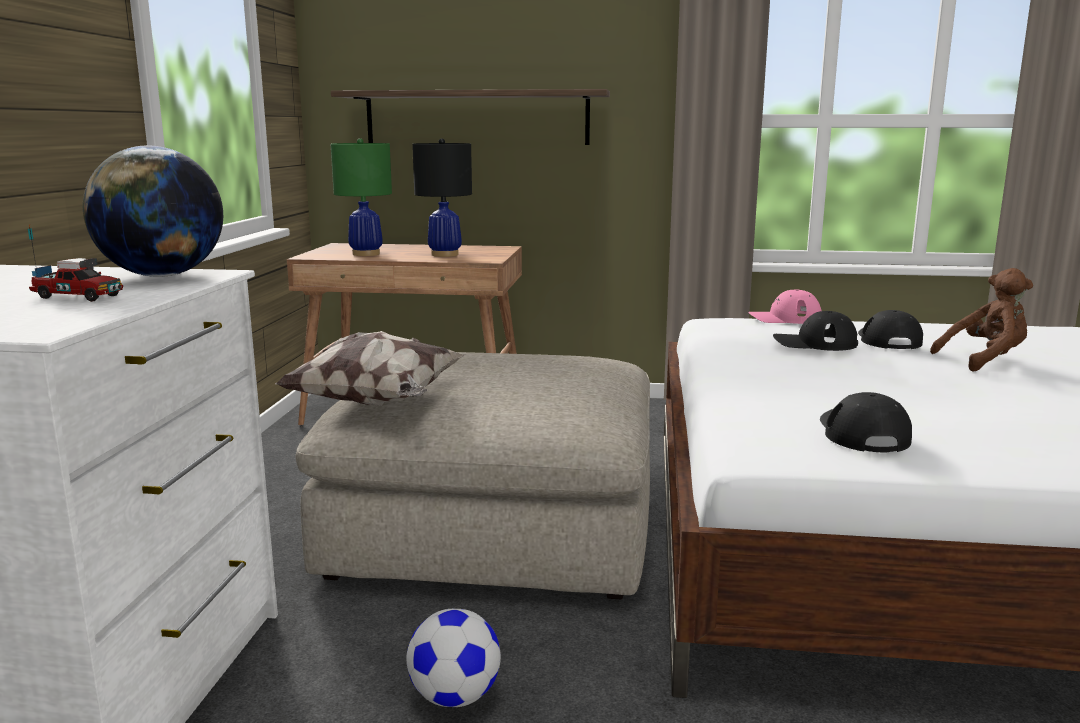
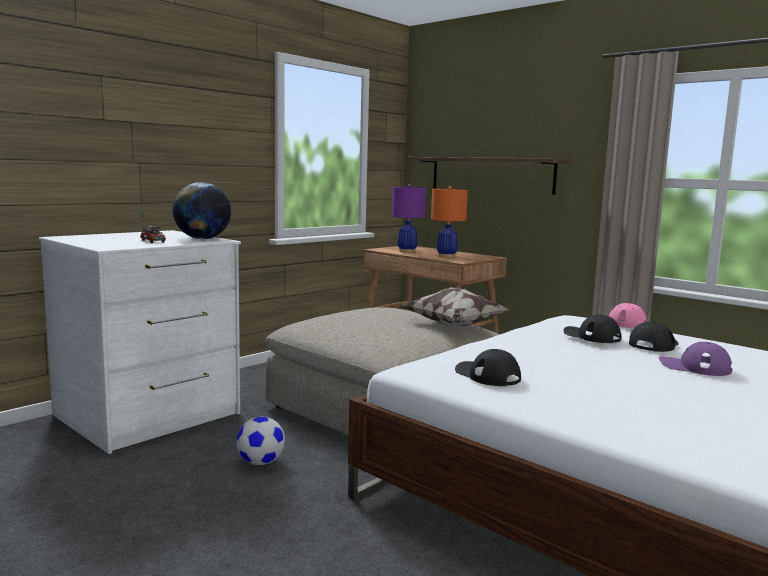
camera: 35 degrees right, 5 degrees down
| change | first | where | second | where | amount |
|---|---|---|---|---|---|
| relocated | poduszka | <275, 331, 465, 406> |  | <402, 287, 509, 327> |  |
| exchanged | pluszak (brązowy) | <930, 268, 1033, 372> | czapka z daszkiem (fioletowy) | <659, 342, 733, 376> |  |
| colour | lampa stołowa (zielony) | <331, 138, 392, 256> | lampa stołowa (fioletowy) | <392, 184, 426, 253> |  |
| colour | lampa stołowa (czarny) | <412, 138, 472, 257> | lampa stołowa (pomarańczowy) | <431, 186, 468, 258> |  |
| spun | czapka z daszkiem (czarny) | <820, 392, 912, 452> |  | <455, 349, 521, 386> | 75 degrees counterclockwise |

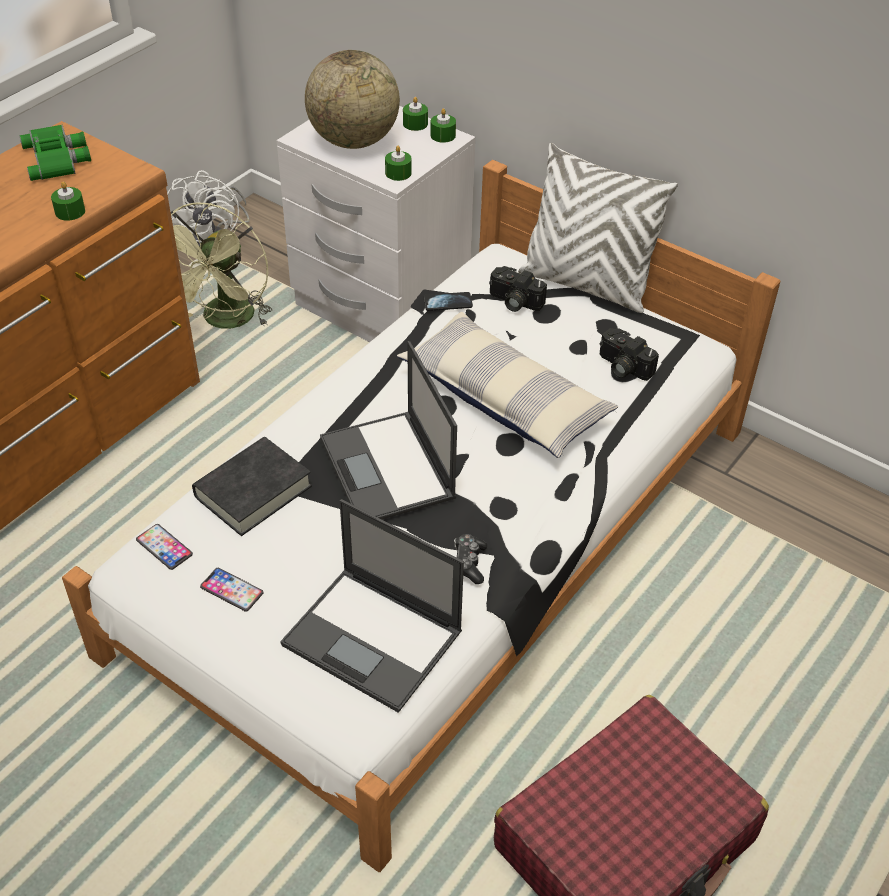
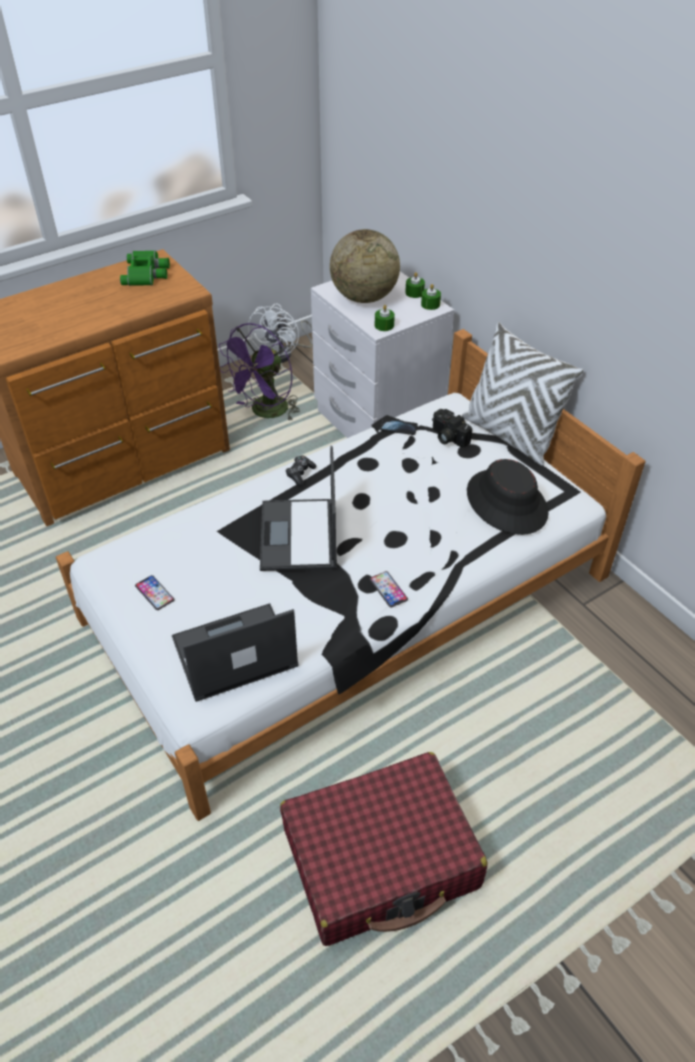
camera: 20 degrees right, 0 degrees up
| change | first | where | second | where | amount |
|---|---|---|---|---|---|
| missing | świeca (zielony) | <51, 181, 85, 221> |  |  |  |
| missing | książka (czarny) | <192, 437, 312, 536> |  |  |  |
| missing | poduszka | <397, 312, 618, 458> |  |  |  |
| relocated | telefon | <136, 524, 193, 570> |  | <370, 571, 408, 607> |  |
| relocated | pad do gier | <454, 534, 487, 584> |  | <286, 455, 317, 486> |  |
| exchanged | aparat fotograficzny | <600, 328, 659, 381> | kapelusz (czarny) | <467, 459, 549, 535> |  |
| colour | wentylator (zielony) | <171, 202, 272, 329> | wentylator (fioletowy) | <219, 323, 300, 422> |  |
| spun | laptop | <280, 499, 464, 713> |  | <172, 603, 299, 702> | 105 degrees clockwise |

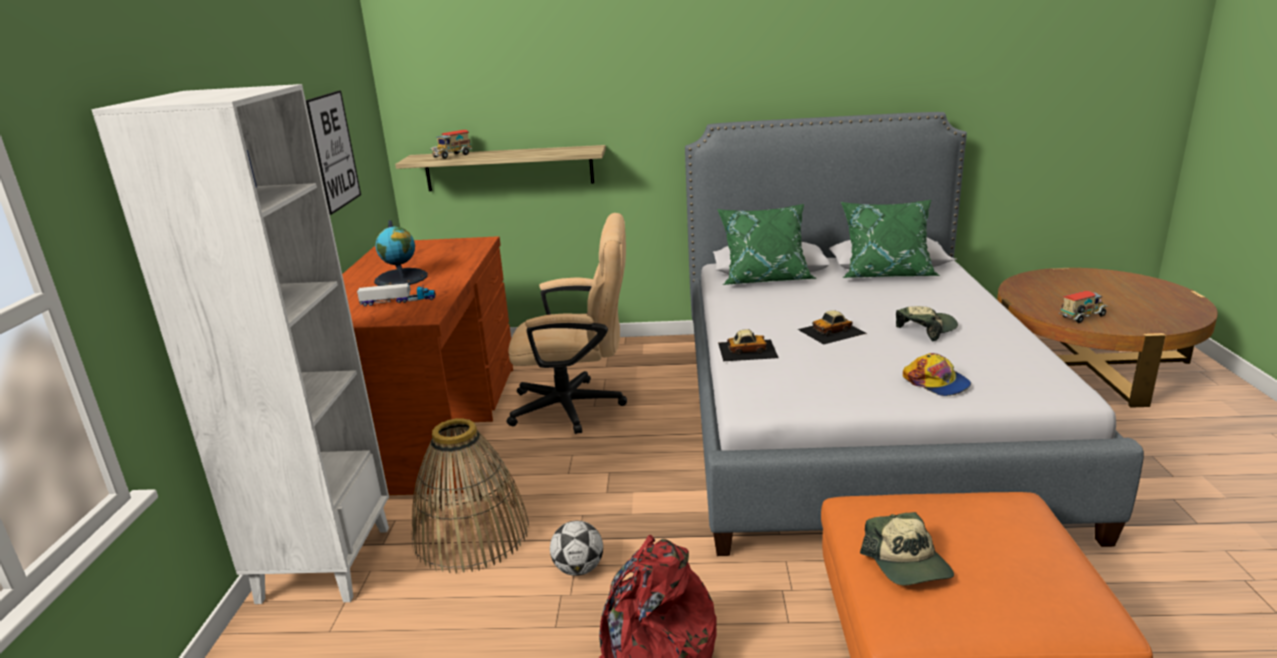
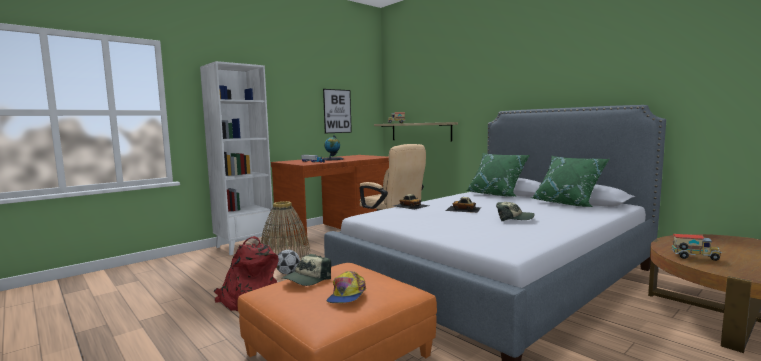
camera: 45 degrees right, 15 degrees down
| change | first | where | second | where | amount |
|---|---|---|---|---|---|
| relocated | czapka z daszkiem | <903, 353, 971, 396> |  | <326, 271, 366, 303> |  |

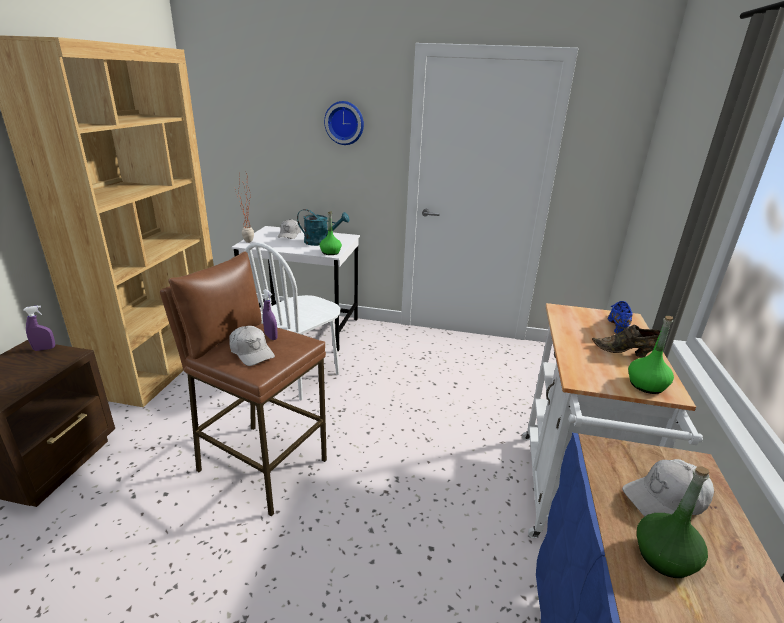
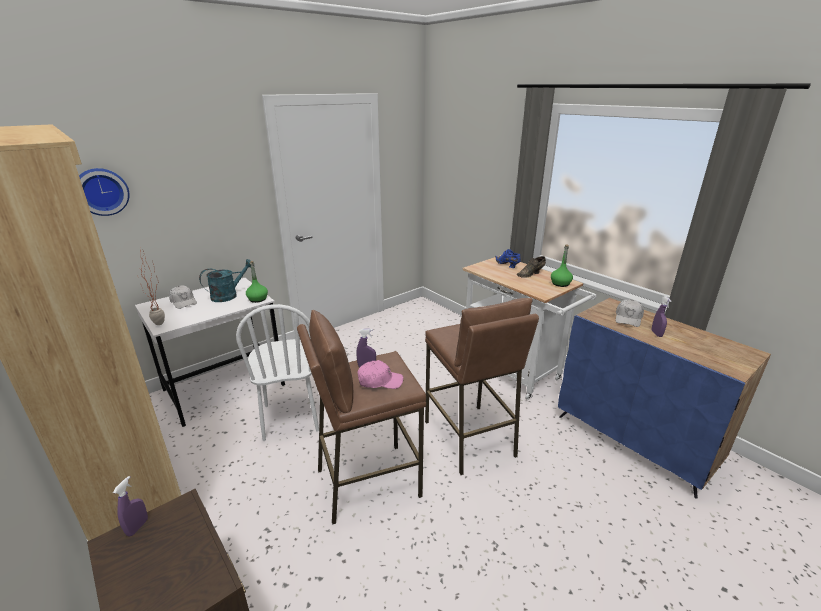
camera: 50 degrees left, 0 degrees up
| change | first | where | second | where | amount |
|---|---|---|---|---|---|
| appeared |  |  | stołek (brązowy) | <425, 298, 539, 475> |  |
| relocated | zegar ścienny | <324, 101, 364, 145> |  | <79, 168, 130, 216> |  |
| exchanged | butelka (zielony) | <637, 466, 709, 578> | spryskiwacz (fioletowy) | <651, 296, 671, 337> |  |
| colour | czapka z daszkiem (biały) | <229, 326, 275, 366> | czapka z daszkiem (różowy) | <358, 360, 403, 389> |  |

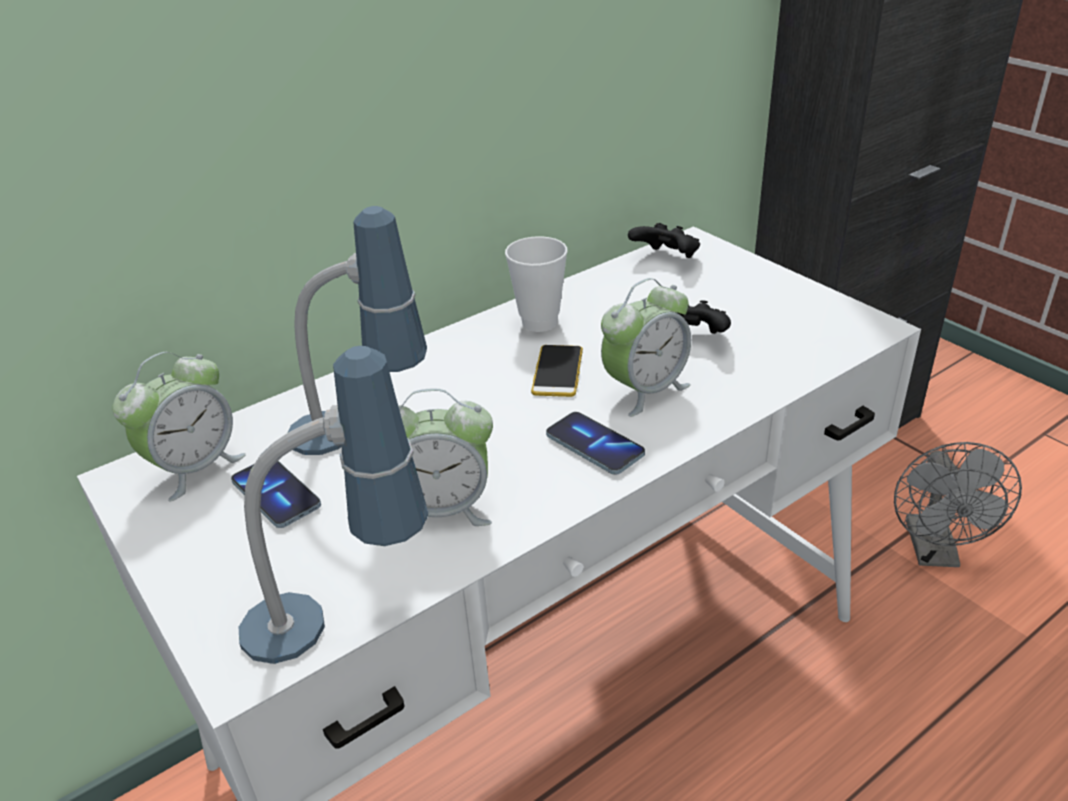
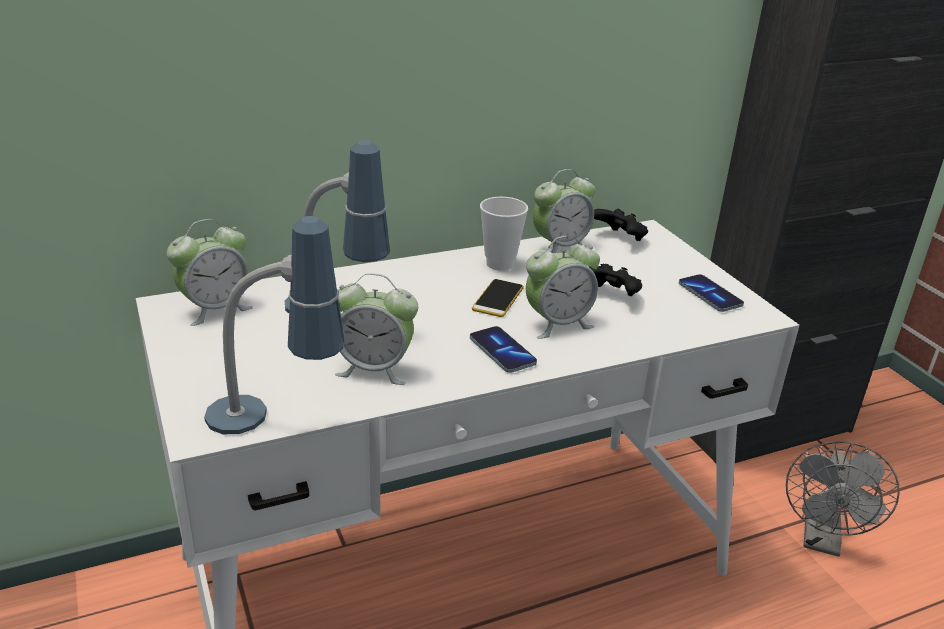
camera: 10 degrees right, 5 degrees down
| change | first | where | second | where | amount |
|---|---|---|---|---|---|
| appeared |  |  | budzik | <533, 169, 595, 254> |  |
| relocated | telefon | <231, 461, 321, 528> |  | <679, 274, 744, 312> |  |

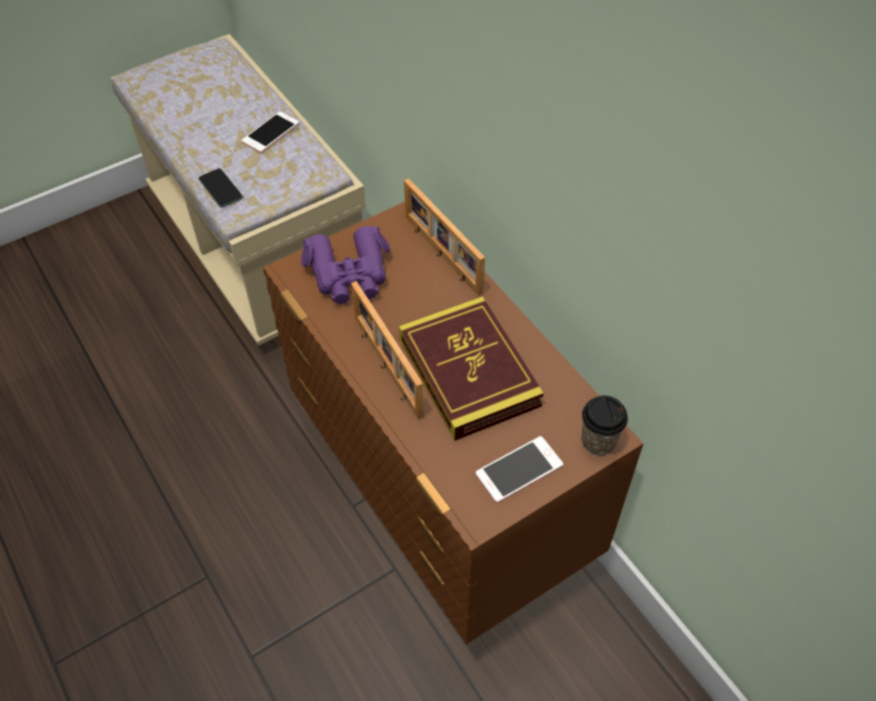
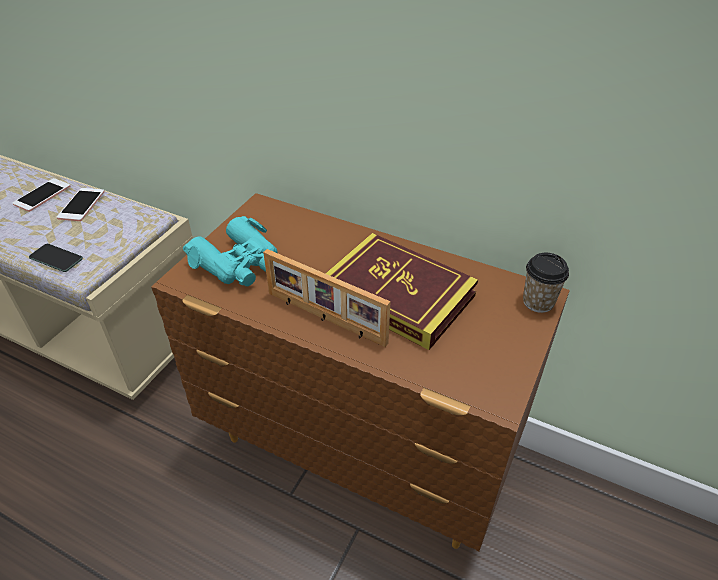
camera: 30 degrees left, 10 degrees down
| change | first | where | second | where | amount |
|---|---|---|---|---|---|
| missing | ramka na zdjęcie | <404, 178, 485, 296> |  |  |  |
| relocated | telefon | <476, 436, 563, 503> |  | <13, 178, 71, 212> |  |
| colour | lornetka (fioletowy) | <301, 226, 390, 304> | lornetka (turkusowy) | <183, 216, 277, 286> |  |

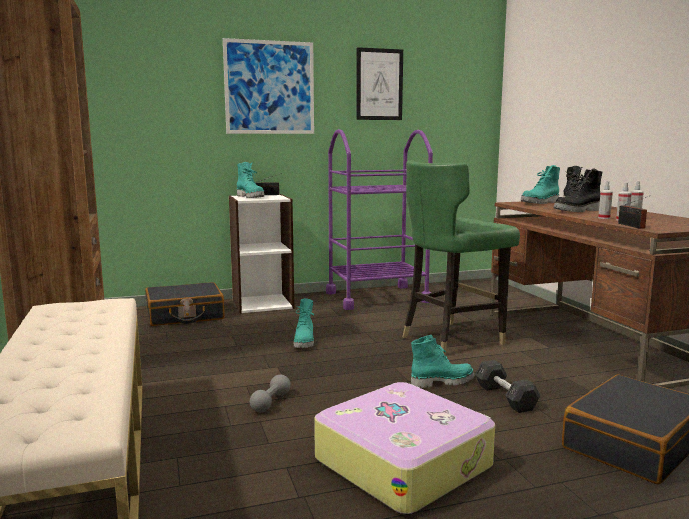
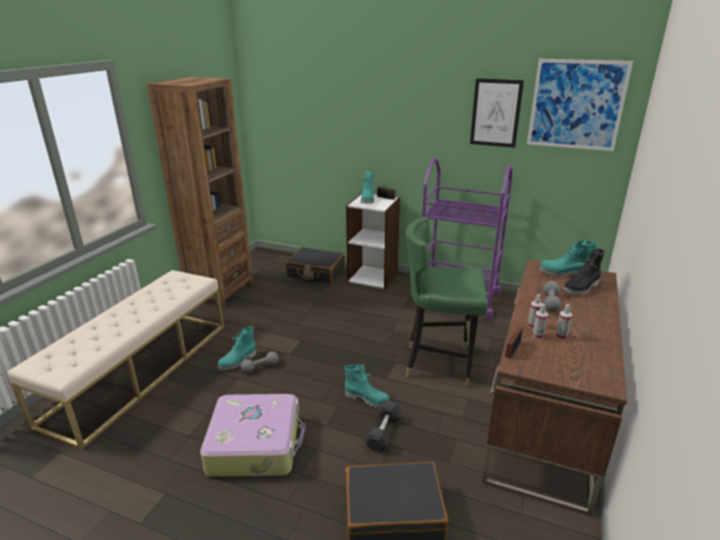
camera: 40 degrees right, 15 degrees up
| change | first | where | second | where | amount |
|---|---|---|---|---|---|
| relocated | obraz | <223, 38, 314, 134> |  | <527, 59, 633, 151> |  |
| relocated | but z cholewką (turkusowy) | <294, 298, 315, 348> |  | <218, 326, 257, 370> |  |
| exchanged | but z cholewką (czarny) | <554, 168, 602, 212> | hantel (szary) | <543, 281, 561, 312> |  |

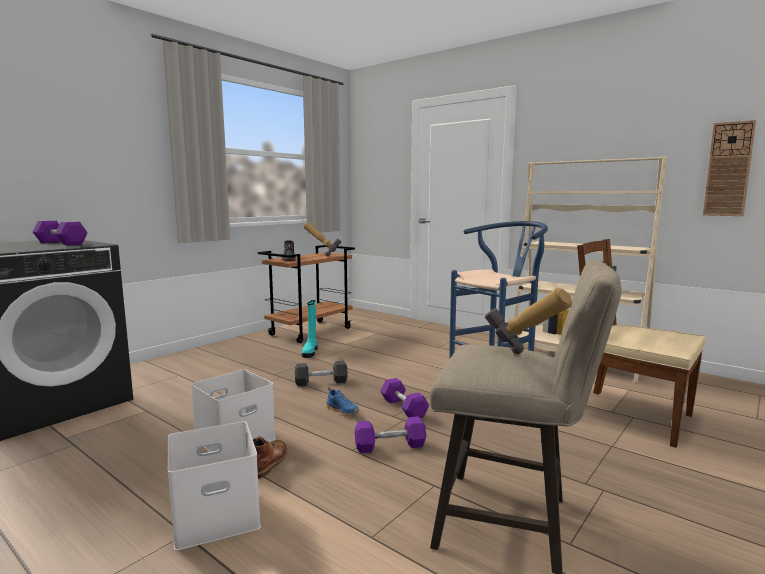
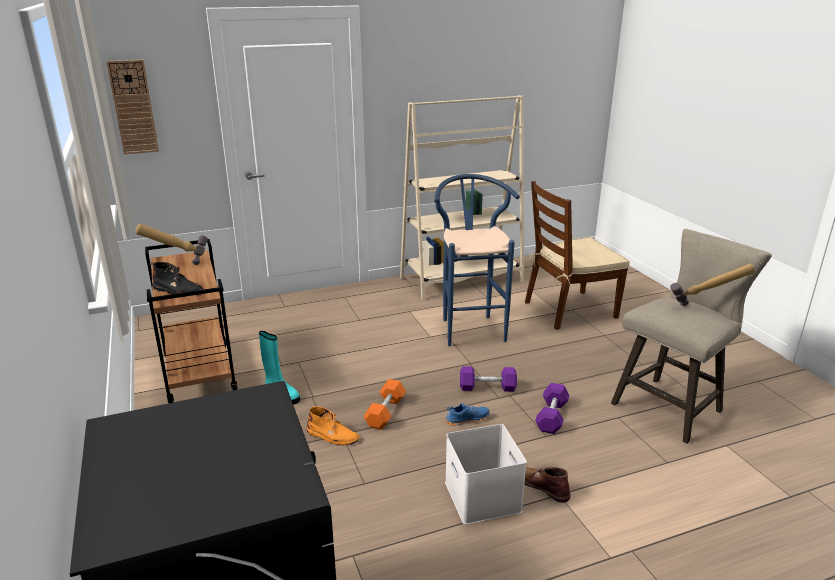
camera: 60 degrees left, 15 degrees up
| change | first | where | second | where | amount |
|---|---|---|---|---|---|
| missing | hantel (fioletowy) | <33, 220, 88, 245> |  |  |  |
| missing | pojemnik do przechowywania (biały) | <168, 421, 261, 551> |  |  |  |
| appeared |  |  | but z cholewką (pomarańczowy) | <307, 406, 360, 445> |  |
| relocated | zegar ścienny | <703, 120, 756, 216> |  | <106, 60, 159, 154> |  |
| colour | hantel (szary) | <295, 361, 348, 386> | hantel (pomarańczowy) | <363, 379, 406, 430> |  |

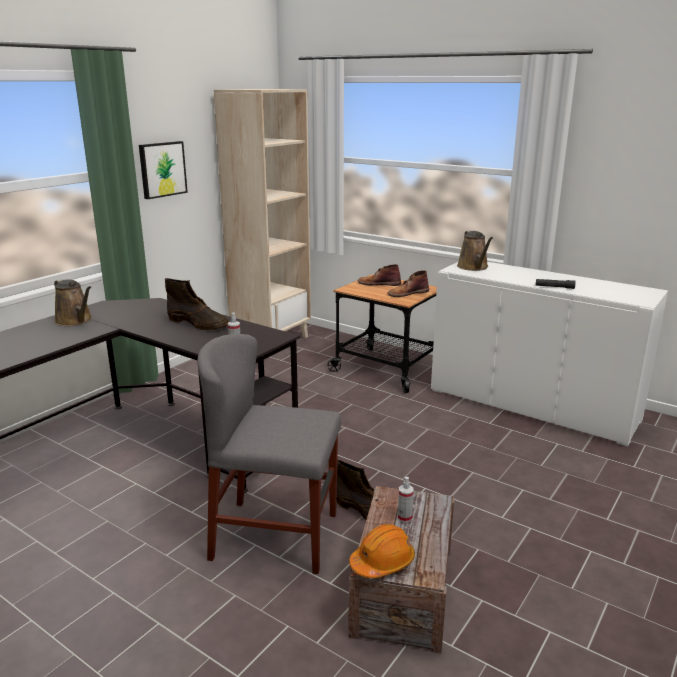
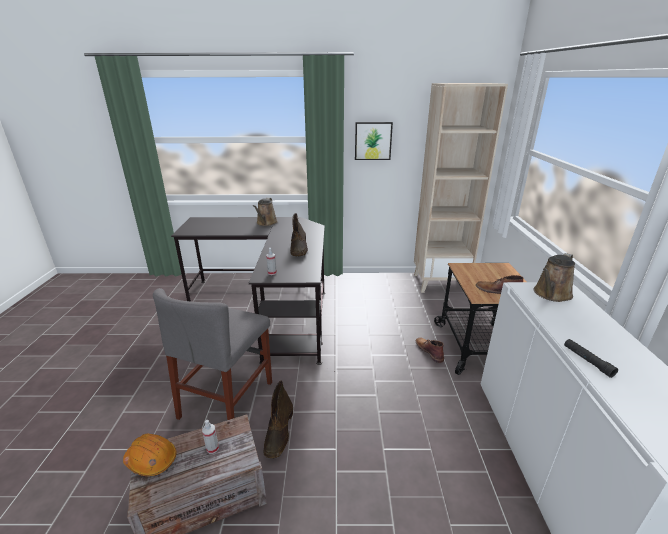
camera: 55 degrees right, 5 degrees up
| change | first | where | second | where | amount |
|---|---|---|---|---|---|
| relocated | but z cholewką (brązowy) | <358, 264, 401, 286> |  | <416, 337, 444, 363> |  |
| spun | krzesło (szary) | <197, 334, 341, 574> |  | <153, 288, 272, 420> | 135 degrees counterclockwise |

